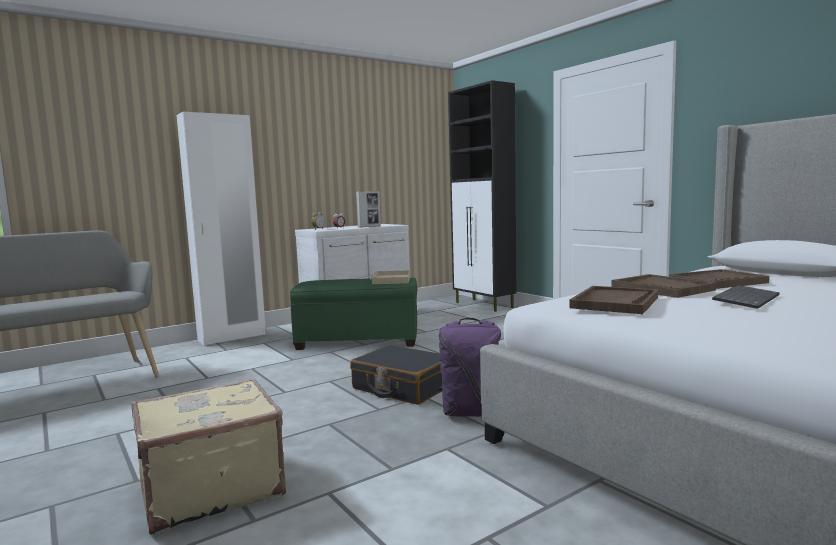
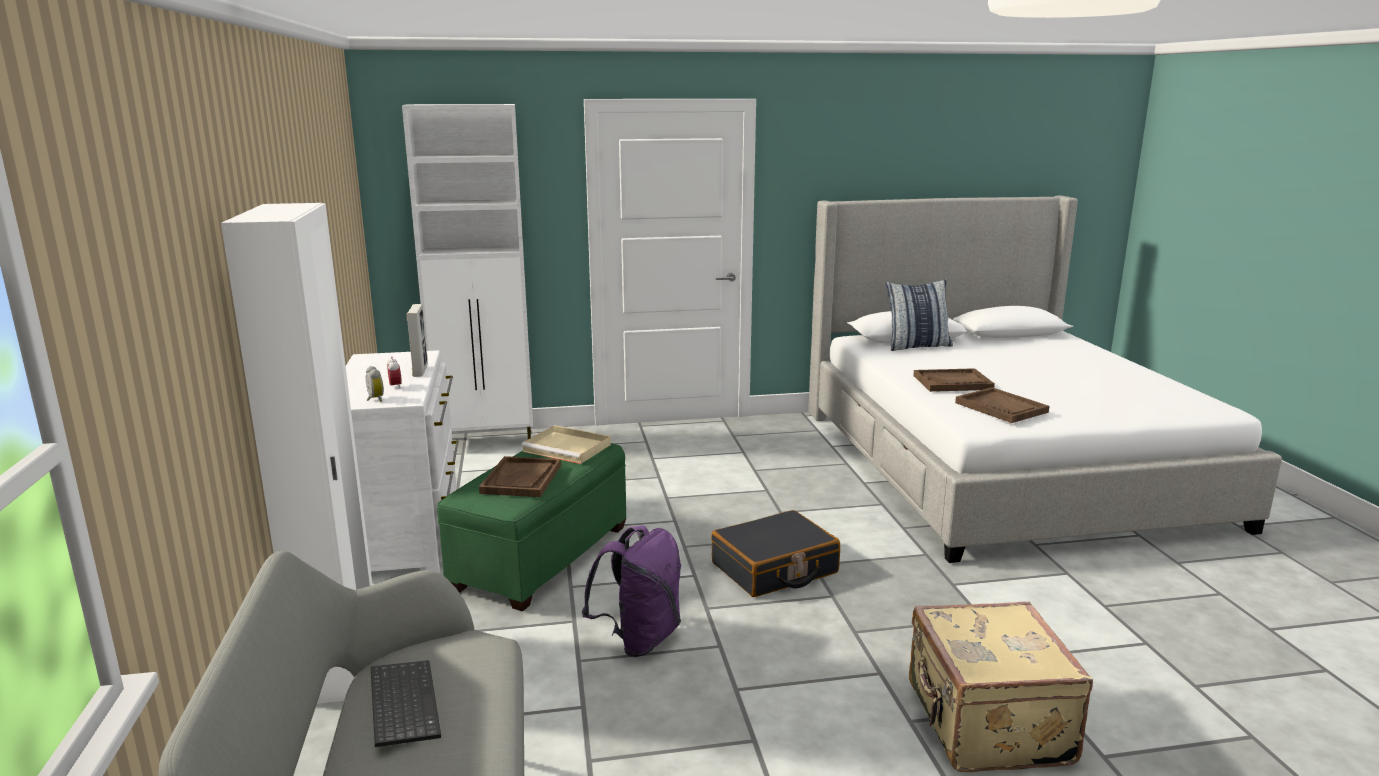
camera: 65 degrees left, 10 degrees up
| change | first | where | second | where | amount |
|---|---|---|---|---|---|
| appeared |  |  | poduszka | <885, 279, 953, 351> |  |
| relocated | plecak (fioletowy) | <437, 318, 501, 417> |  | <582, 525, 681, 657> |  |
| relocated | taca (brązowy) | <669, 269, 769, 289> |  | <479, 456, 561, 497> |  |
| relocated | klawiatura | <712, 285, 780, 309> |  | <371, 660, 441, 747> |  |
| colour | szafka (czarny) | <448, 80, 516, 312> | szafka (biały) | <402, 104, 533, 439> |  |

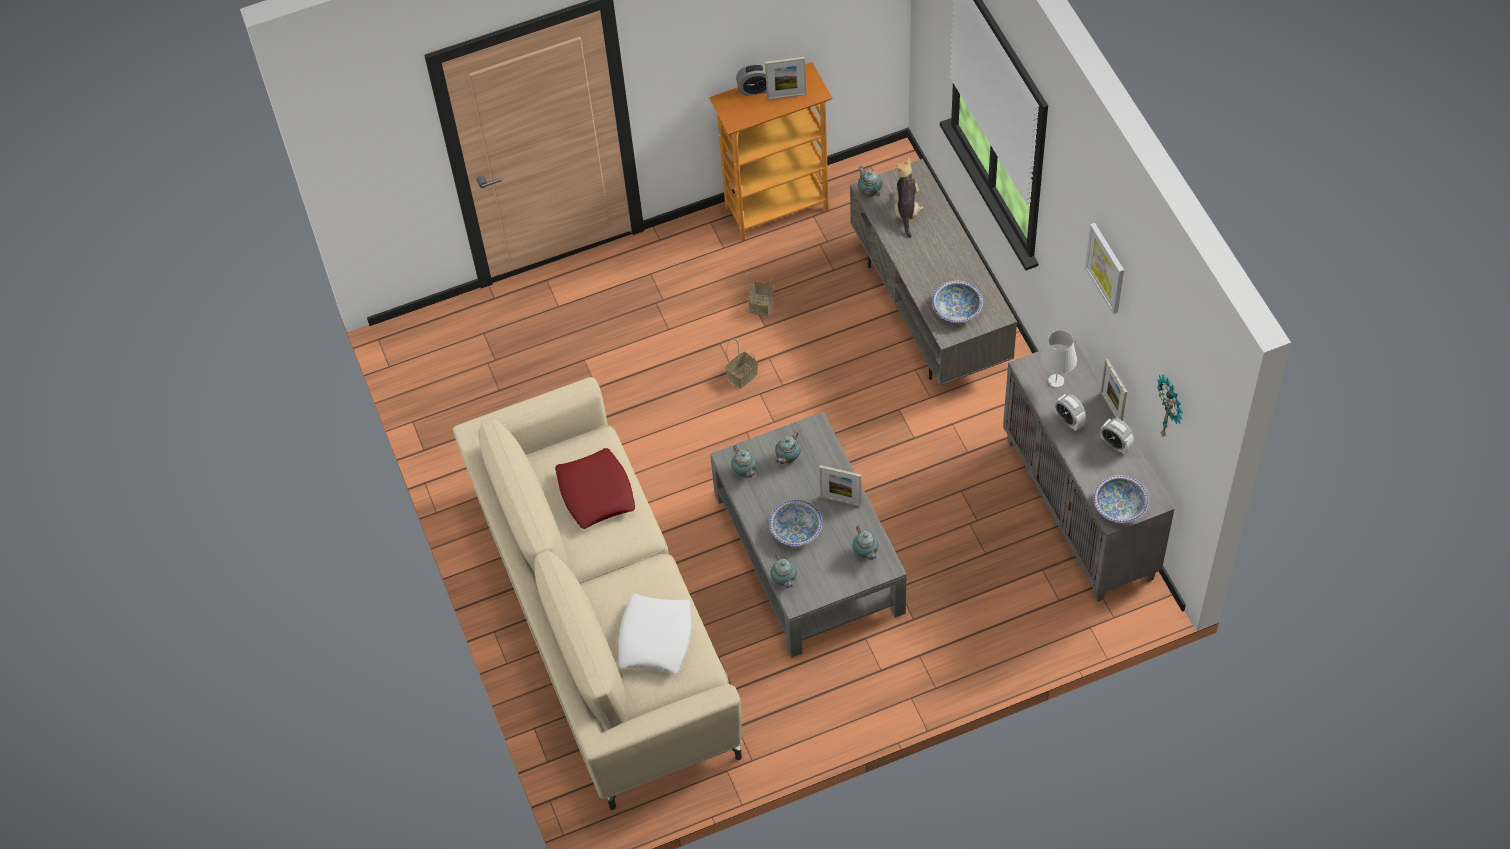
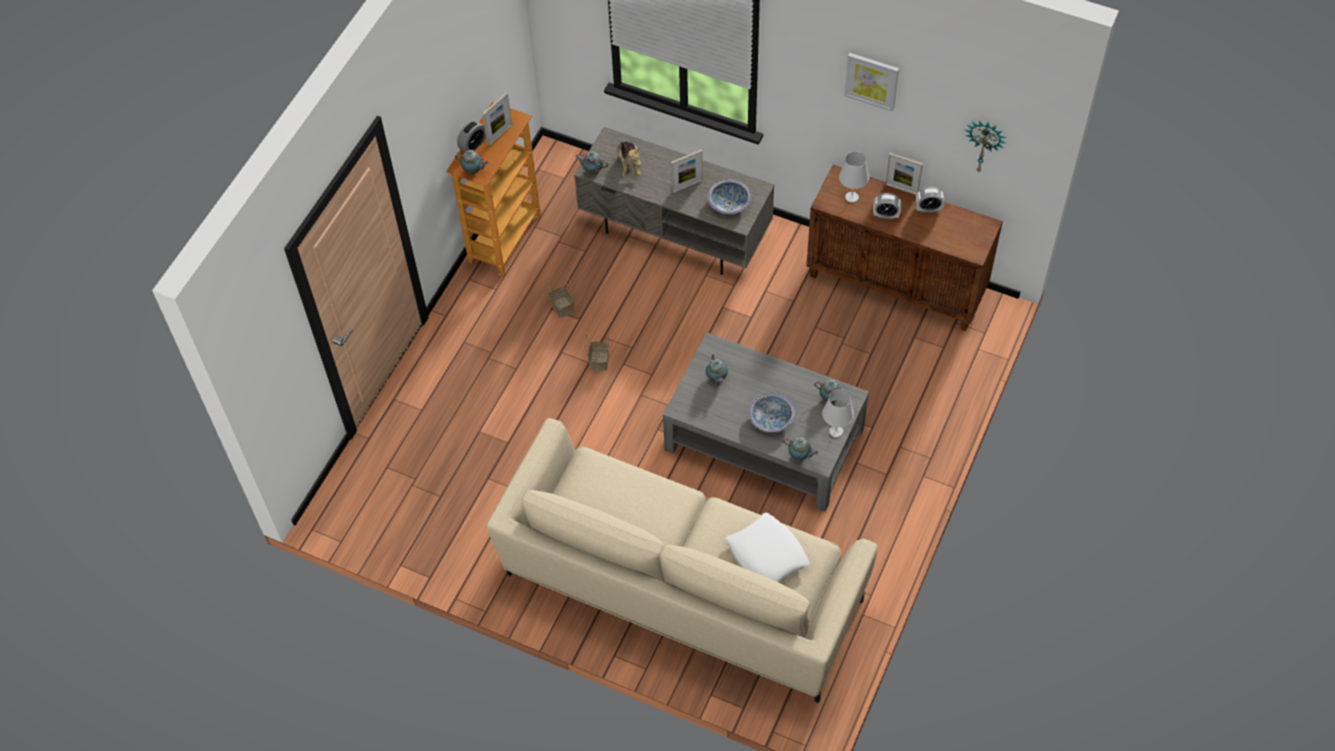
camera: 45 degrees left, 0 degrees up
| change | first | where | second | where | amount |
|---|---|---|---|---|---|
| missing | poduszka (czerwony) | <555, 448, 635, 529> |  |  |  |
| missing | miska | <1093, 475, 1149, 523> |  |  |  |
| appeared |  |  | lampa stołowa (biały) | <822, 389, 854, 438> |  |
| relocated | imbryk | <731, 446, 757, 477> |  | <455, 150, 489, 174> |  |
| relocated | ramka na zdjęcie | <819, 465, 861, 507> |  | <671, 149, 703, 193> |  |
| colour | szafka (szary) | <1003, 339, 1174, 602> | szafka (brązowy) | <806, 165, 1003, 331> |  |
| spun | pluszak | <894, 158, 924, 238> |  | <614, 142, 641, 177> | 150 degrees counterclockwise |

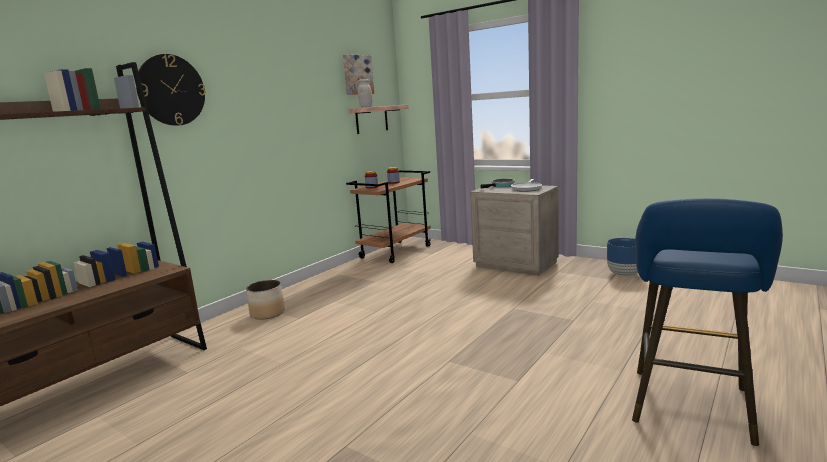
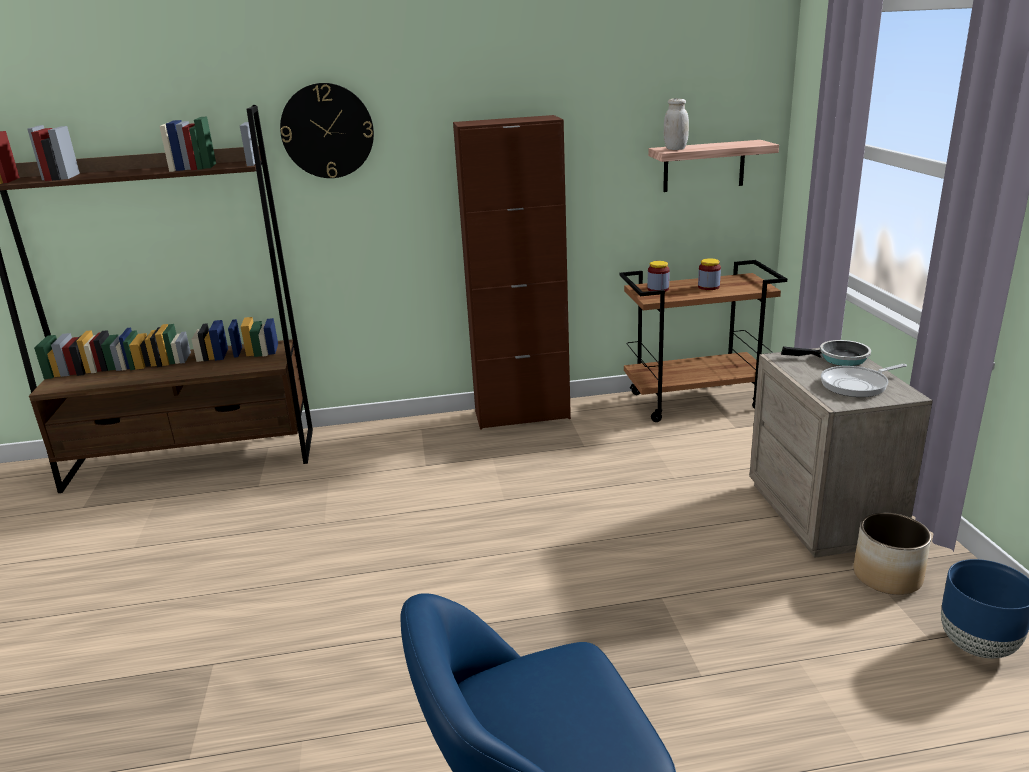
camera: 45 degrees right, 10 degrees up
| change | first | where | second | where | amount |
|---|---|---|---|---|---|
| missing | obraz | <343, 54, 374, 95> |  |  |  |
| appeared |  |  | szafka (brązowy) | <453, 115, 571, 430> |  |
| relocated | donica | <246, 280, 285, 320> |  | <854, 513, 931, 595> |  |

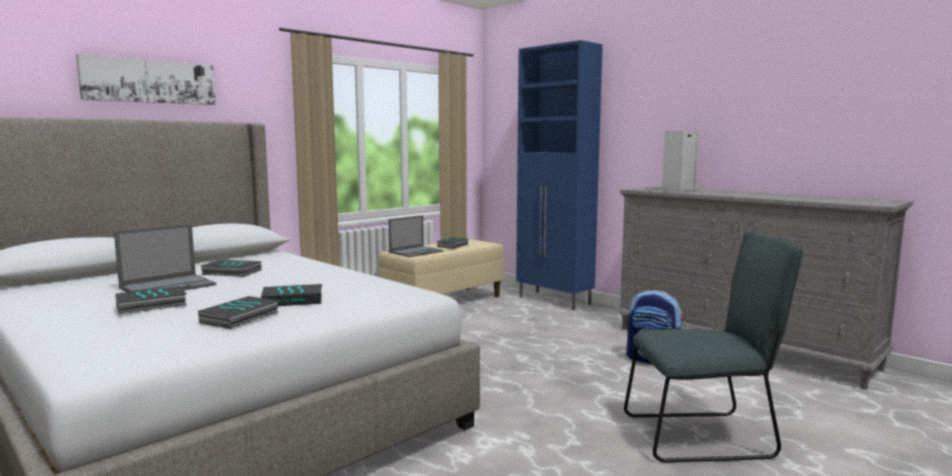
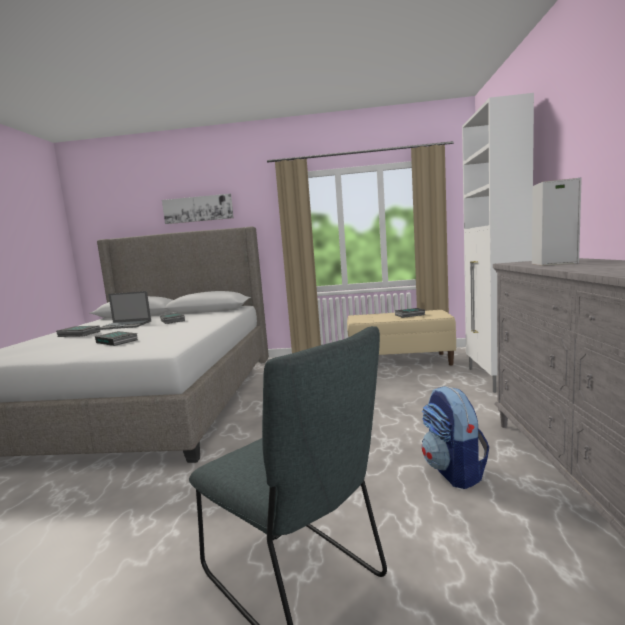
camera: 50 degrees right, 0 degrees up
| change | first | where | second | where | amount |
|---|---|---|---|---|---|
| missing | książka | <198, 296, 279, 329> |  |  |  |
| missing | laptop | <389, 215, 443, 257> |  |  |  |
| colour | szafka (niebieski) | <516, 40, 603, 310> | szafka (biały) | <462, 93, 534, 393> |  |

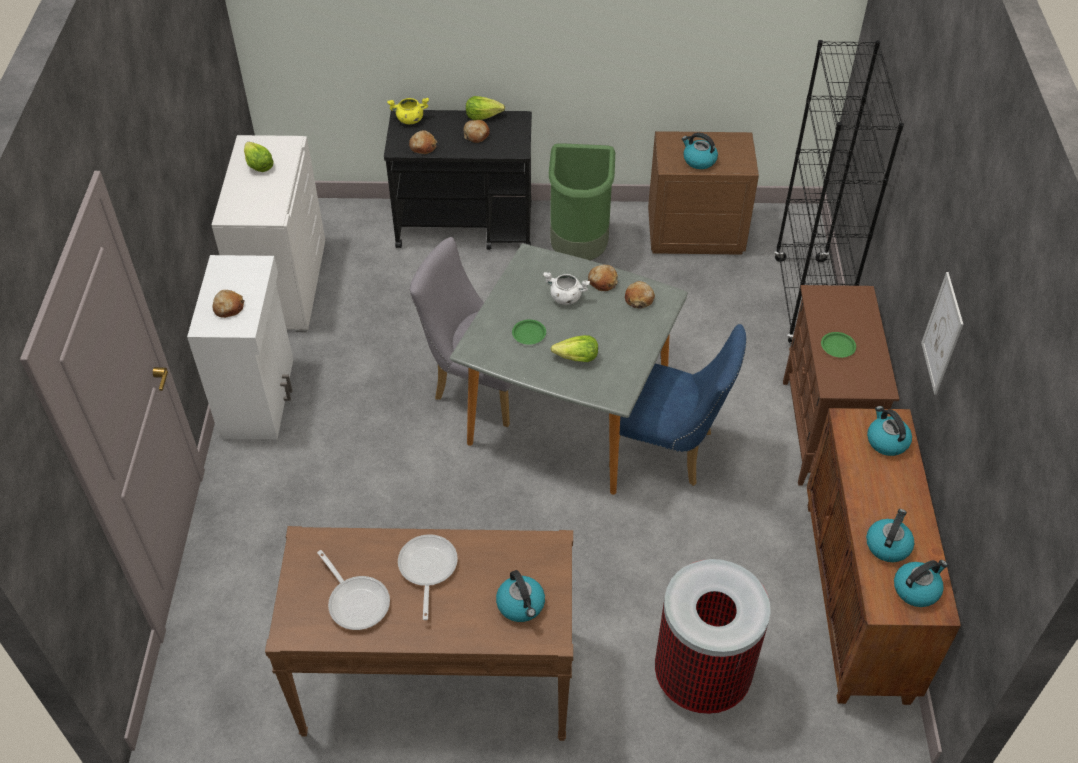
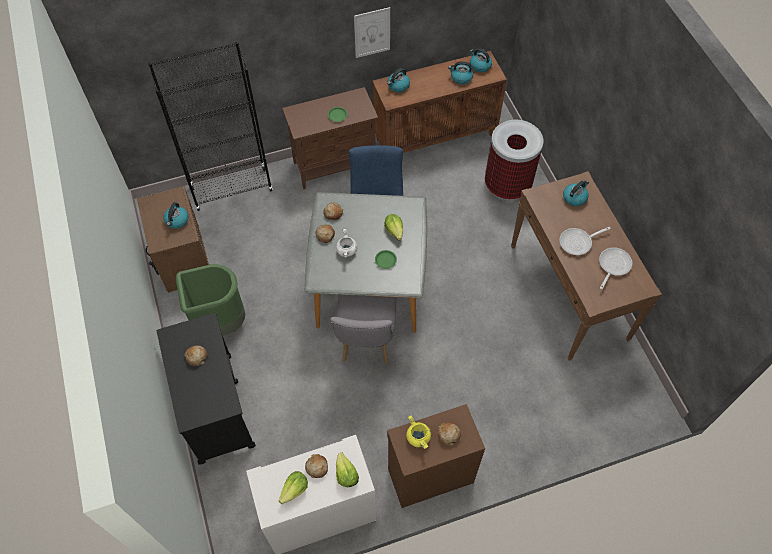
camera: 110 degrees left, 10 degrees up
| change | first | where | second | where | amount |
|---|---|---|---|---|---|
| relocated | garnek (żółty) | <387, 98, 429, 124> |  | <406, 416, 431, 449> |  |
| relocated | chleb | <409, 130, 437, 154> |  | <305, 454, 328, 478> |  |
| relocated | sałata | <466, 96, 505, 120> |  | <336, 453, 359, 487> |  |
| colour | szafka (biały) | <187, 255, 293, 439> | szafka (brązowy) | <387, 404, 485, 508> |  |

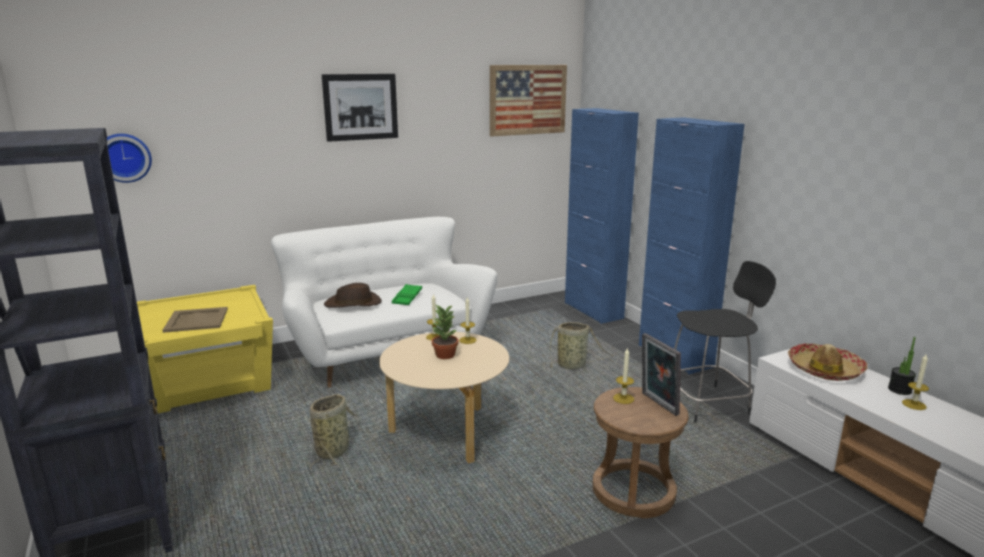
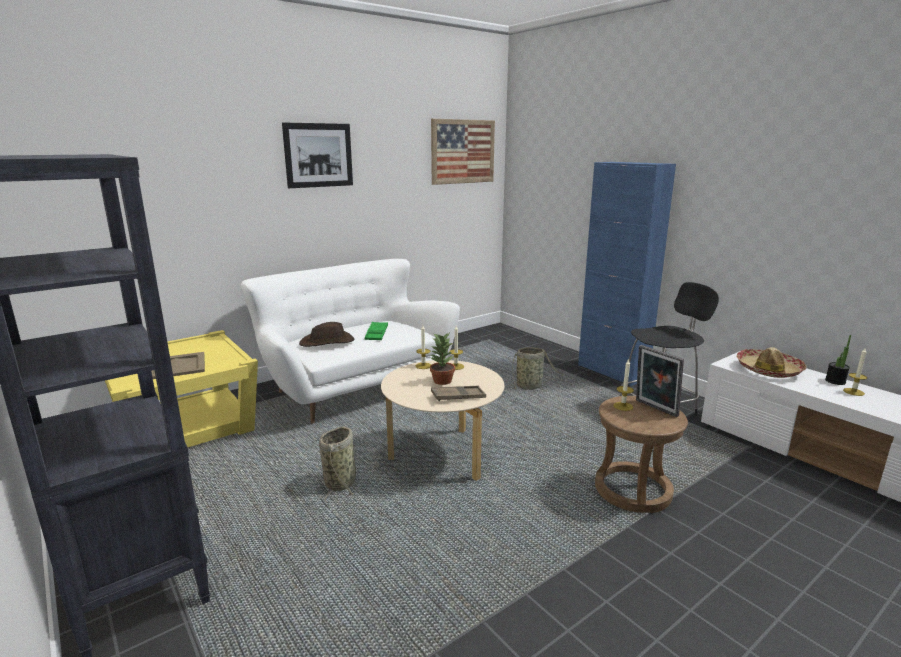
camera: 10 degrees left, 0 degrees up
| change | first | where | second | where | amount |
|---|---|---|---|---|---|
| missing | zegar ścienny | <107, 134, 152, 183> |  |  |  |
| missing | szafka (niebieski) | <565, 108, 639, 324> |  |  |  |
| appeared |  |  | taca (brązowy) | <431, 386, 486, 401> |  |

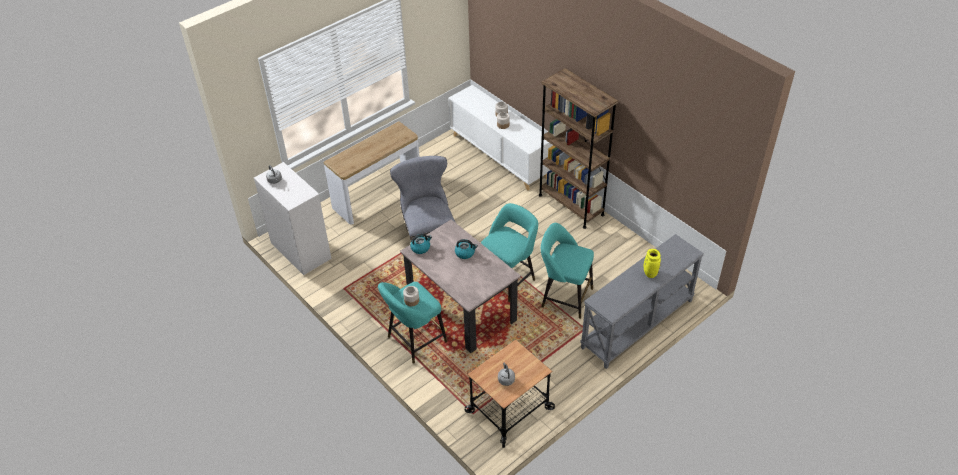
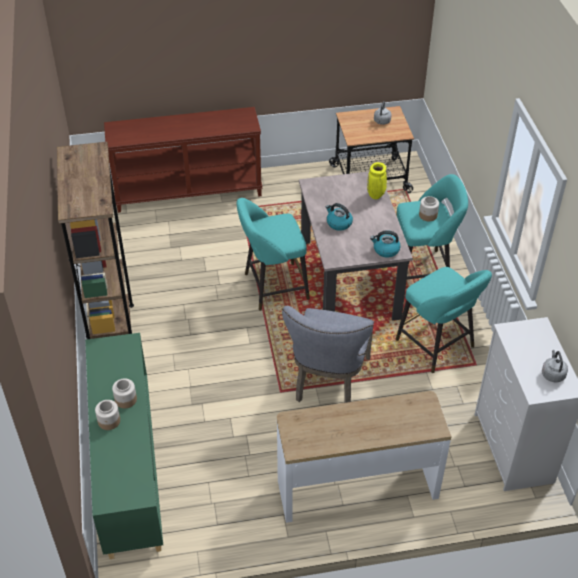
camera: 150 degrees left, 0 degrees up
| change | first | where | second | where | amount |
|---|---|---|---|---|---|
| relocated | stołek (turkusowy) | <541, 223, 594, 319> |  | <396, 267, 492, 373> |  |
| relocated | wazon (żółty) | <644, 249, 661, 278> |  | <367, 162, 387, 199> |  |
| colour | szafka (biały) | <448, 85, 553, 190> | szafka (zielony) | <85, 333, 163, 559> |  |
| colour | stolik konsolowy (szary) | <580, 234, 704, 369> | stolik konsolowy (brązowy) | <104, 107, 262, 213> |  |

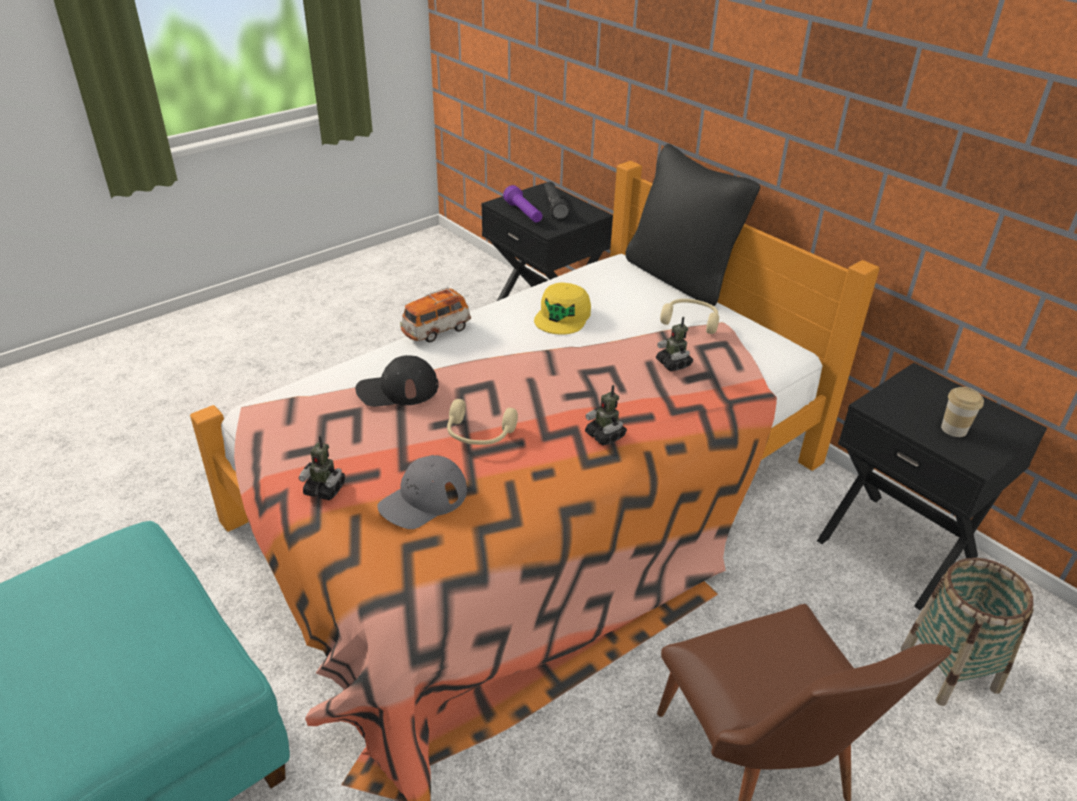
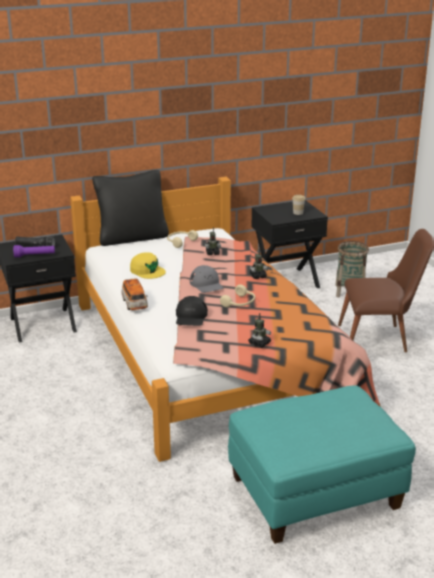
camera: 70 degrees left, 10 degrees down
| change | first | where | second | where | amount |
|---|---|---|---|---|---|
| relocated | czapka z daszkiem (szary) | <377, 455, 467, 529> |  | <190, 265, 224, 293> |  |

